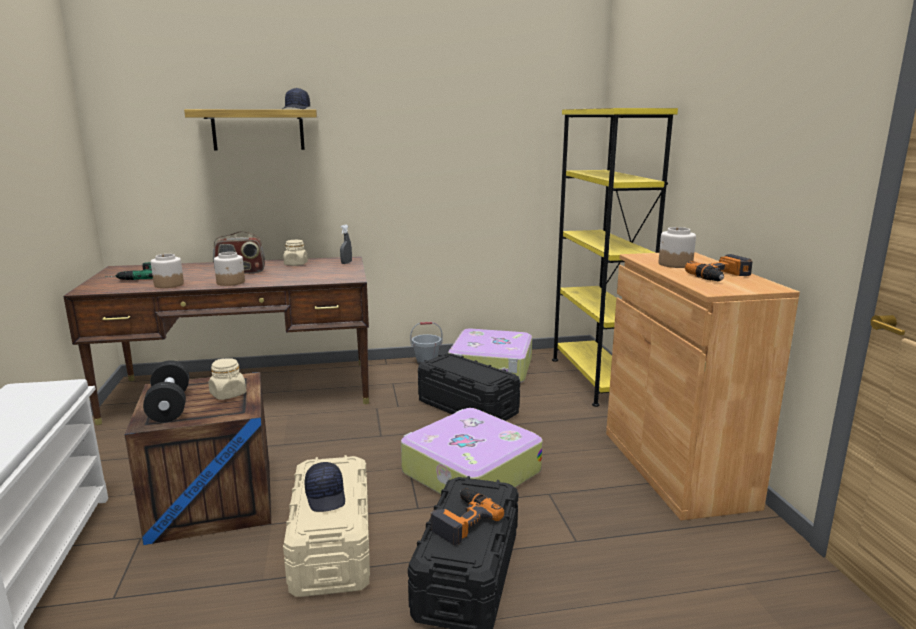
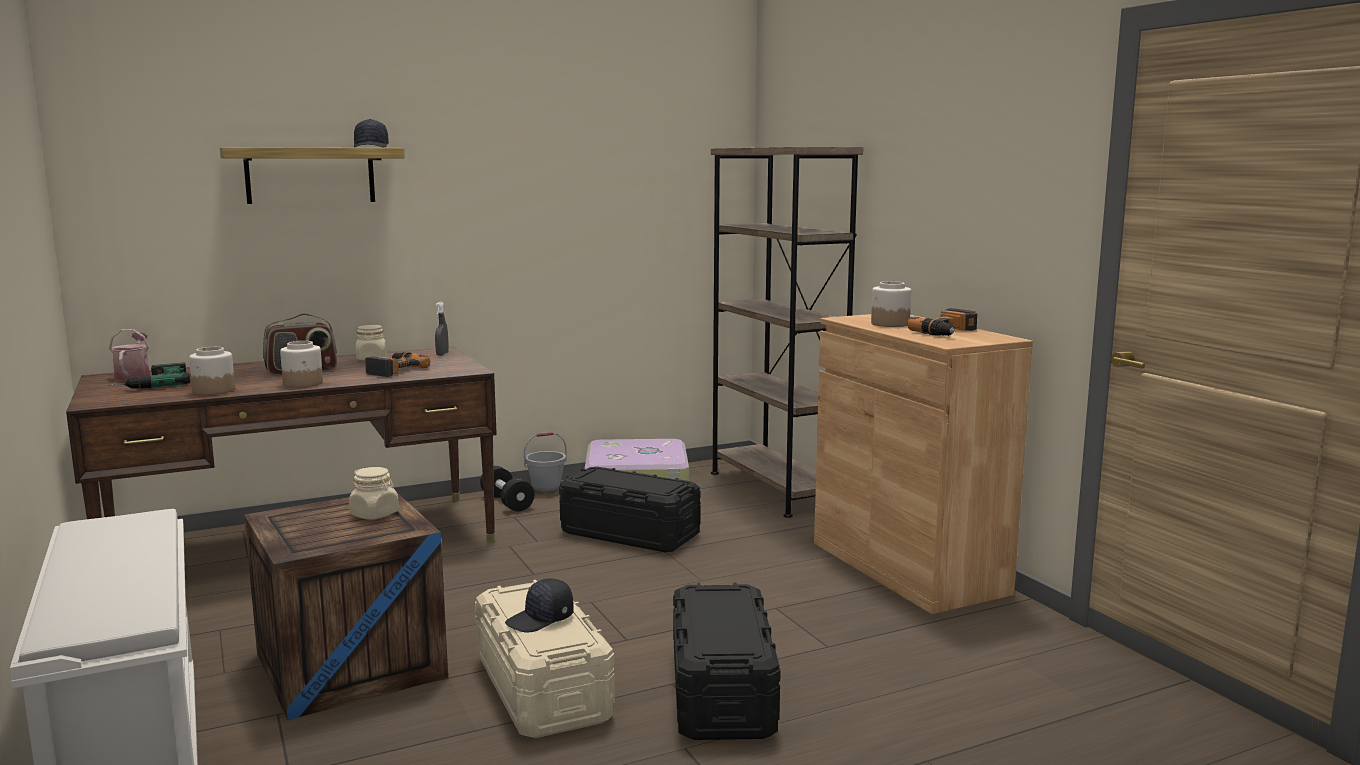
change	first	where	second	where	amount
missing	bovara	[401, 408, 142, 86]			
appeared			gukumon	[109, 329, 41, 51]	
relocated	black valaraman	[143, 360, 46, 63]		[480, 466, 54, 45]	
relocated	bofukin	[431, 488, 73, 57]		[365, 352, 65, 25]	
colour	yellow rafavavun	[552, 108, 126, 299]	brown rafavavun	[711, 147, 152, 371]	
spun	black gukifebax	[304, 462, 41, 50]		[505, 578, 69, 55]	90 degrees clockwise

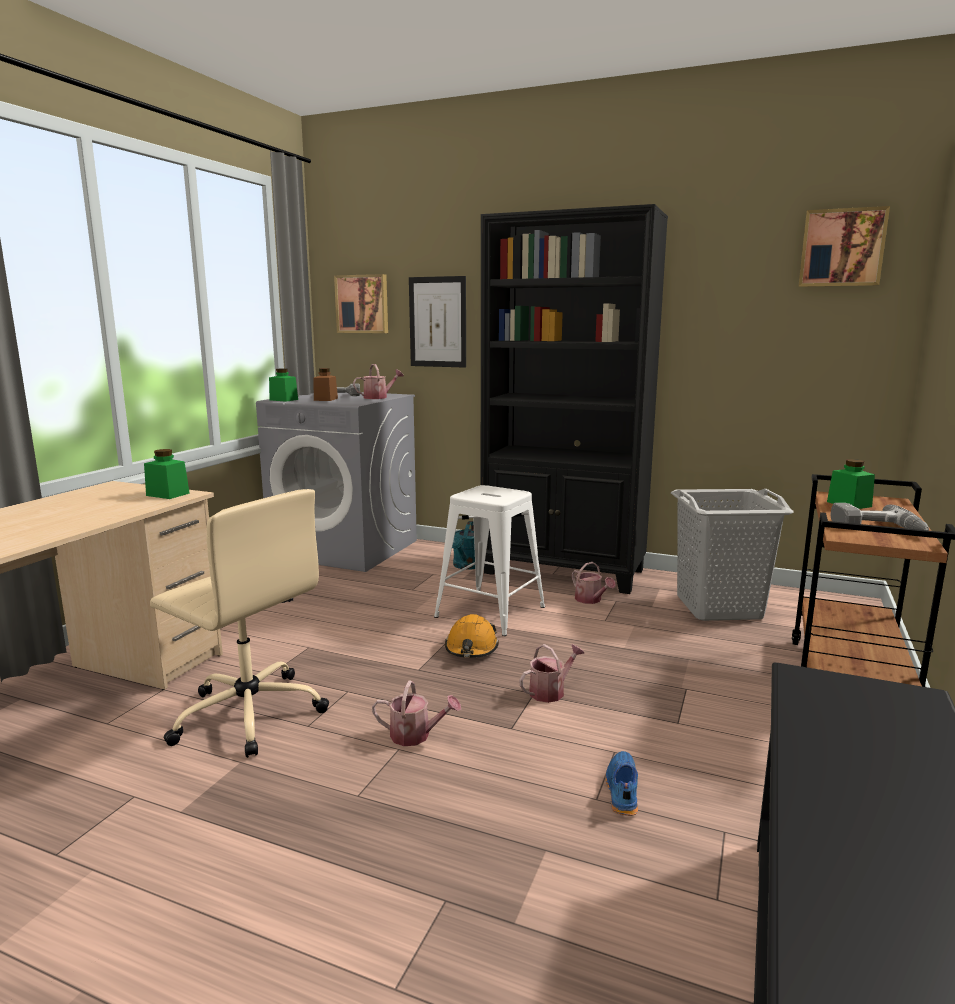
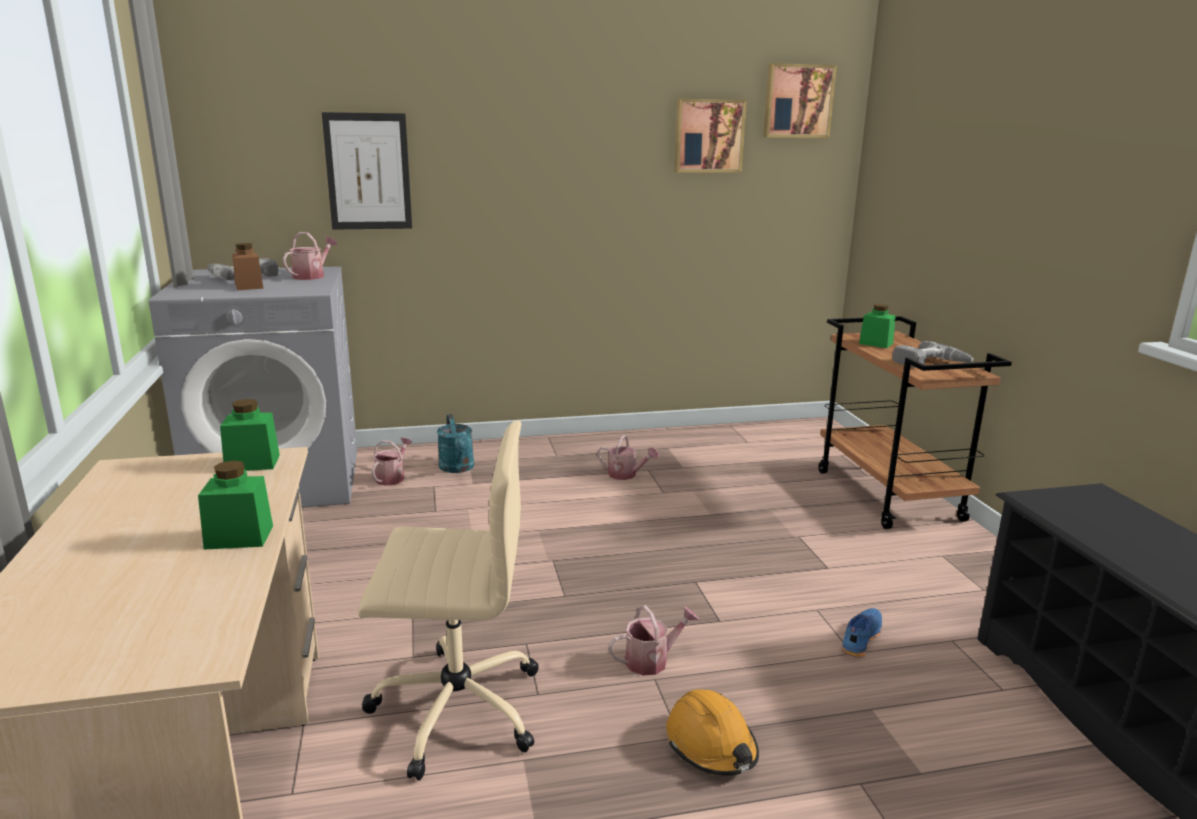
change	first	where	second	where	amount
missing	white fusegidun	[434, 485, 111, 151]			
missing	black rafavavun	[481, 204, 187, 390]			
missing	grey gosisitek	[671, 489, 122, 132]			
relocated	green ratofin	[269, 368, 29, 34]		[198, 460, 75, 90]	
relocated	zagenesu	[334, 274, 54, 59]		[674, 99, 73, 73]	
relocated	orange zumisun	[445, 614, 54, 44]		[666, 689, 93, 87]	
relocated	gukumon	[519, 644, 65, 59]		[372, 438, 40, 48]	
spun	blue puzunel	[605, 751, 33, 65]		[841, 608, 41, 50]	60 degrees clockwise

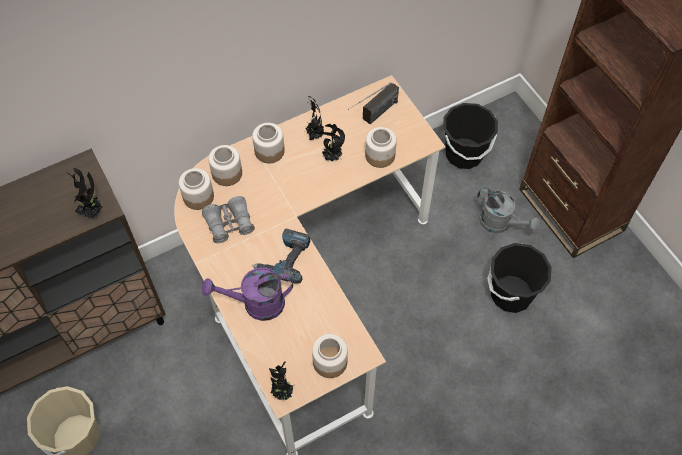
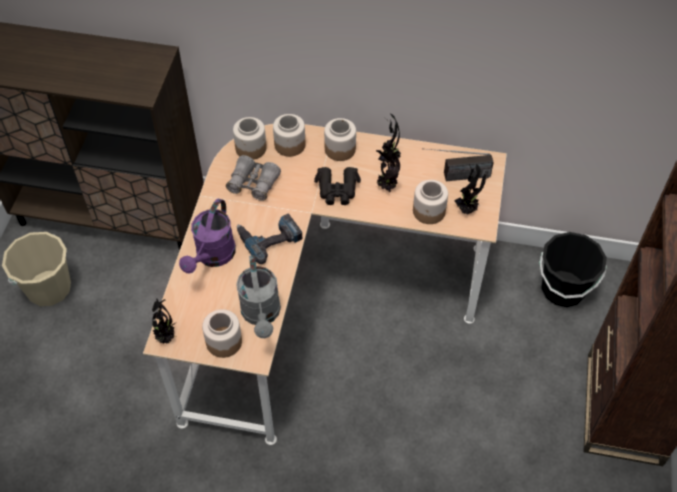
change	first	where	second	where	amount
missing	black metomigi	[487, 243, 65, 70]			
appeared			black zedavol	[314, 167, 47, 38]	
relocated	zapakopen	[66, 168, 37, 51]		[454, 163, 32, 52]	
relocated	grey gukumon	[477, 188, 63, 45]		[236, 255, 45, 83]	
spun	purple gukumon	[202, 267, 91, 54]		[179, 199, 57, 74]	105 degrees counterclockwise

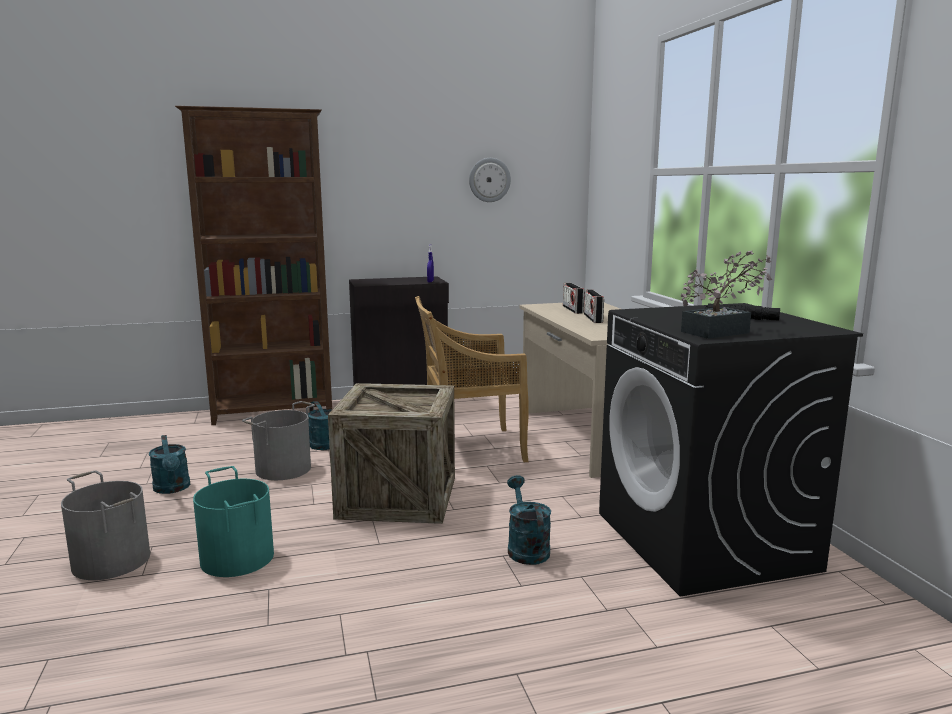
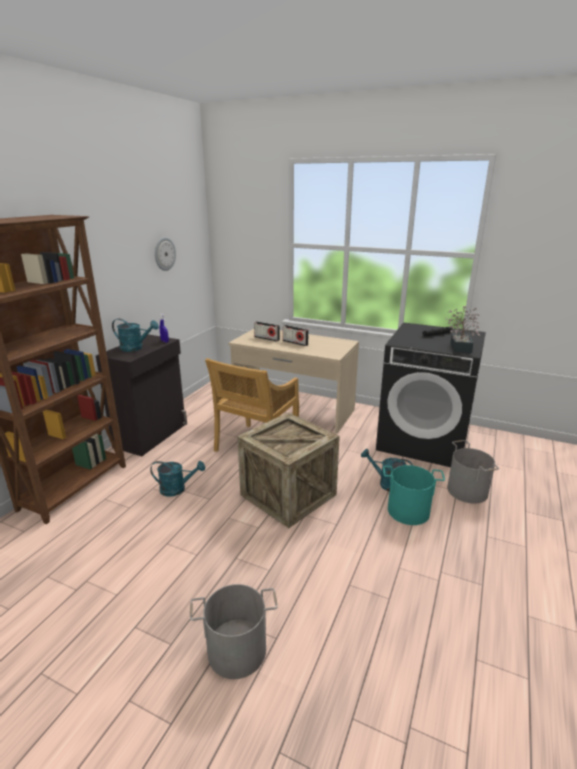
change	first	where	second	where	amount
relocated	turquoise gukumon	[149, 435, 41, 59]		[112, 319, 47, 33]	
relocated	turquoise metomigi	[193, 466, 81, 111]		[383, 465, 62, 60]	
relocated	grey metomigi	[242, 401, 73, 79]		[447, 440, 52, 64]	

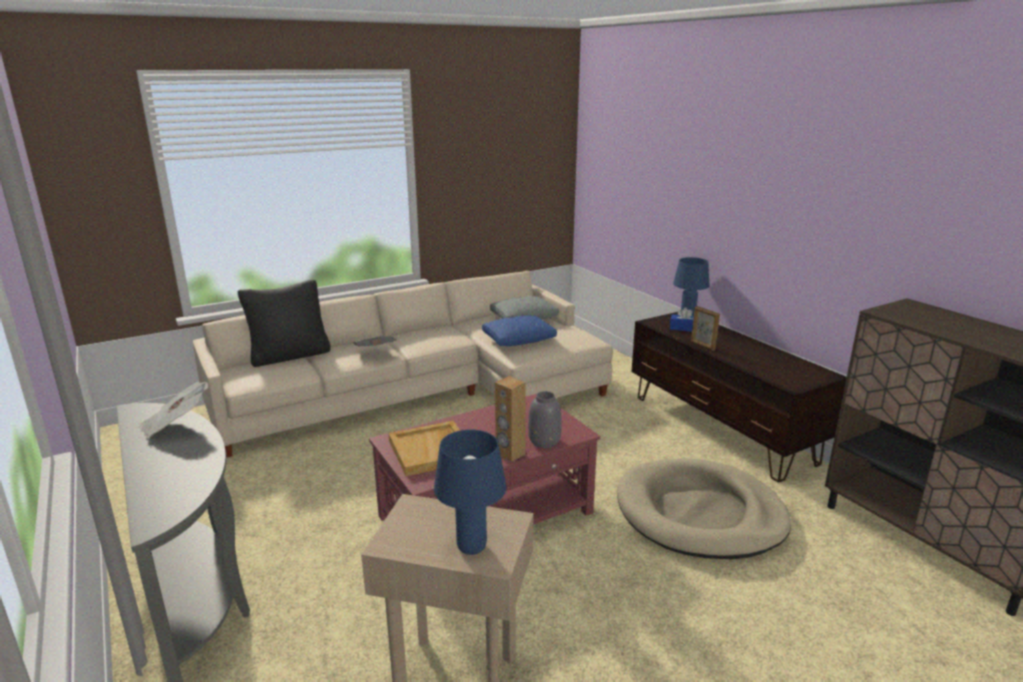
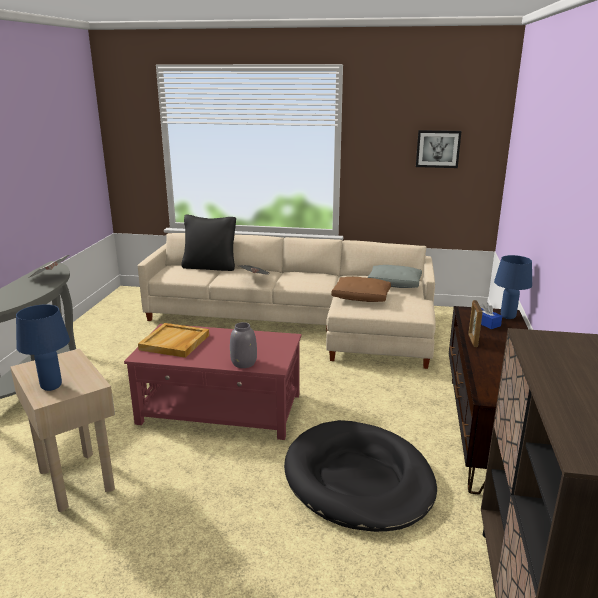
change	first	where	second	where	amount
missing	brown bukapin	[495, 376, 31, 86]			
appeared			zagenesu	[416, 130, 45, 38]	
colour	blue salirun	[482, 315, 75, 31]	brown salirun	[331, 277, 60, 25]	
colour	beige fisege	[617, 458, 174, 101]	black fisege	[284, 420, 153, 112]	

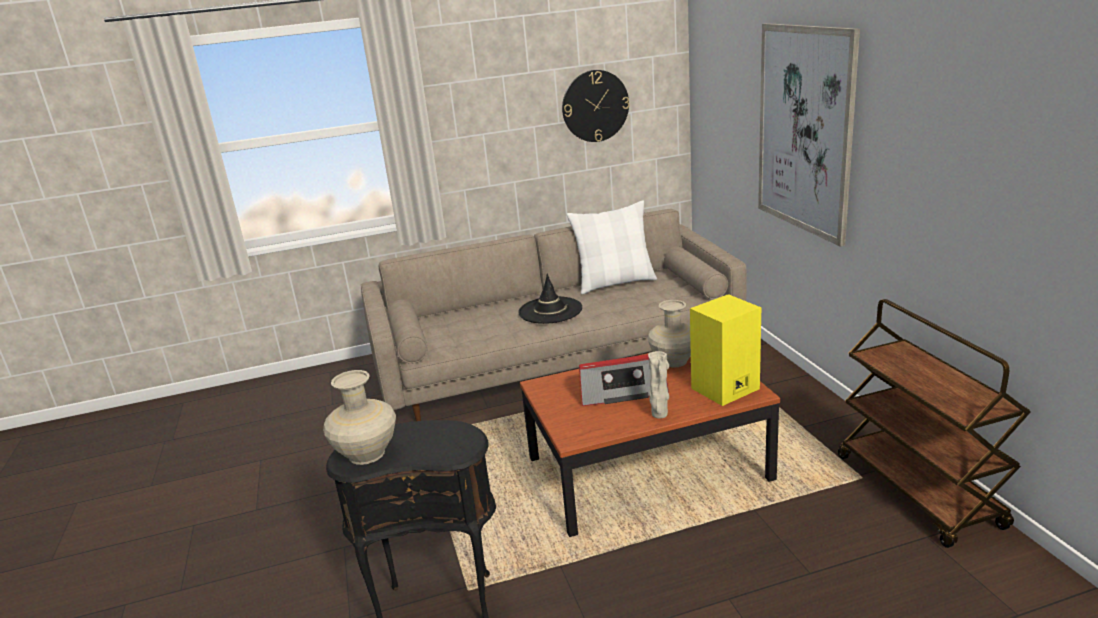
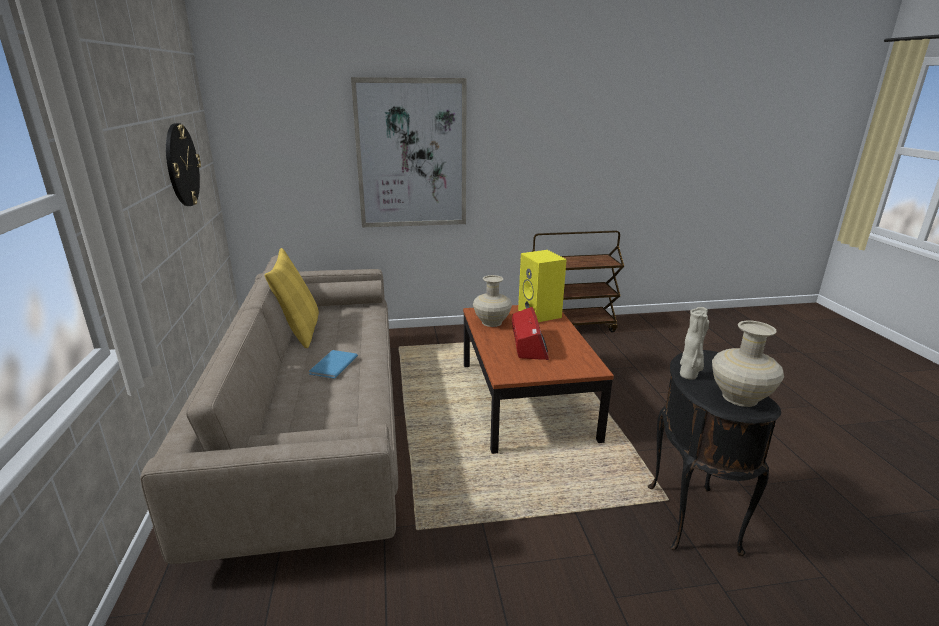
change	first	where	second	where	amount
relocated	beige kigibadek	[648, 351, 21, 68]		[680, 307, 29, 73]	
exchanged	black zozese	[518, 274, 64, 50]	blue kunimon	[309, 350, 49, 29]	
colour	white salirun	[567, 200, 90, 94]	yellow salirun	[265, 248, 54, 100]	

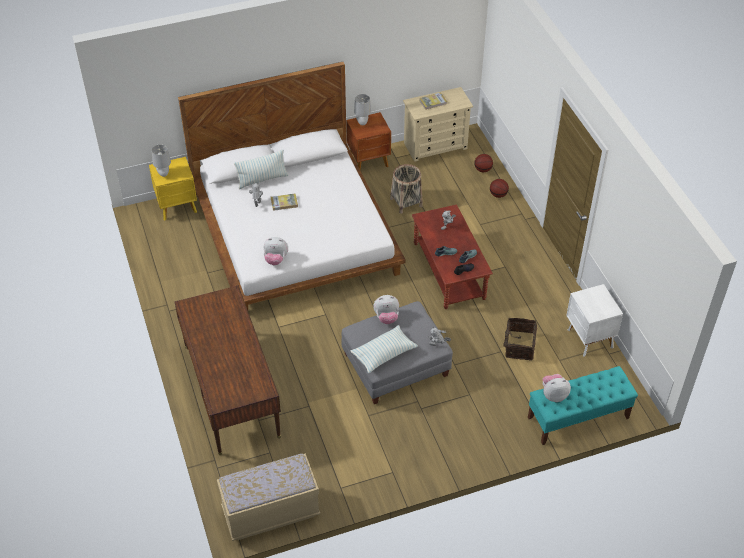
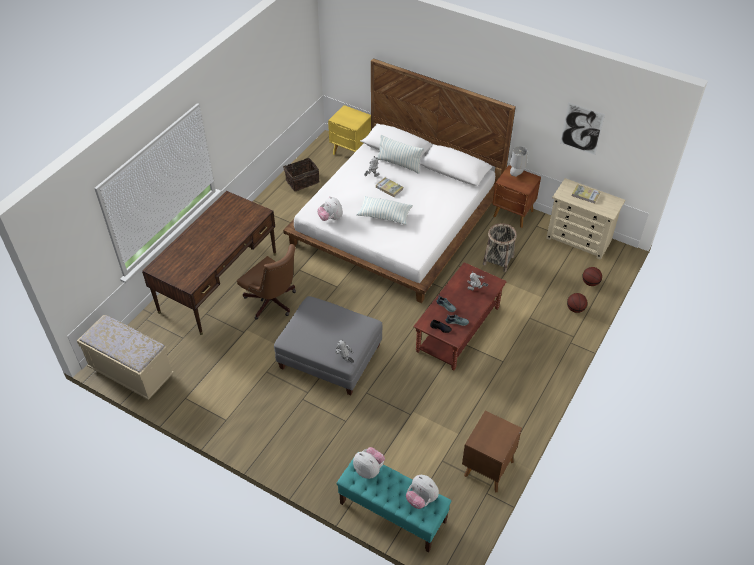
change	first	where	second	where	amount
missing	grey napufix	[152, 144, 19, 33]			
appeared			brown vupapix	[237, 244, 59, 76]	
appeared			zagenesu	[560, 102, 45, 53]	
relocated	salirun	[350, 325, 68, 48]		[356, 196, 57, 29]	
relocated	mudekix	[373, 295, 26, 29]		[406, 475, 33, 34]	
relocated	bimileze	[498, 318, 39, 42]		[283, 158, 36, 33]	
colour	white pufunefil	[566, 284, 57, 73]	brown pufunefil	[462, 411, 60, 82]	

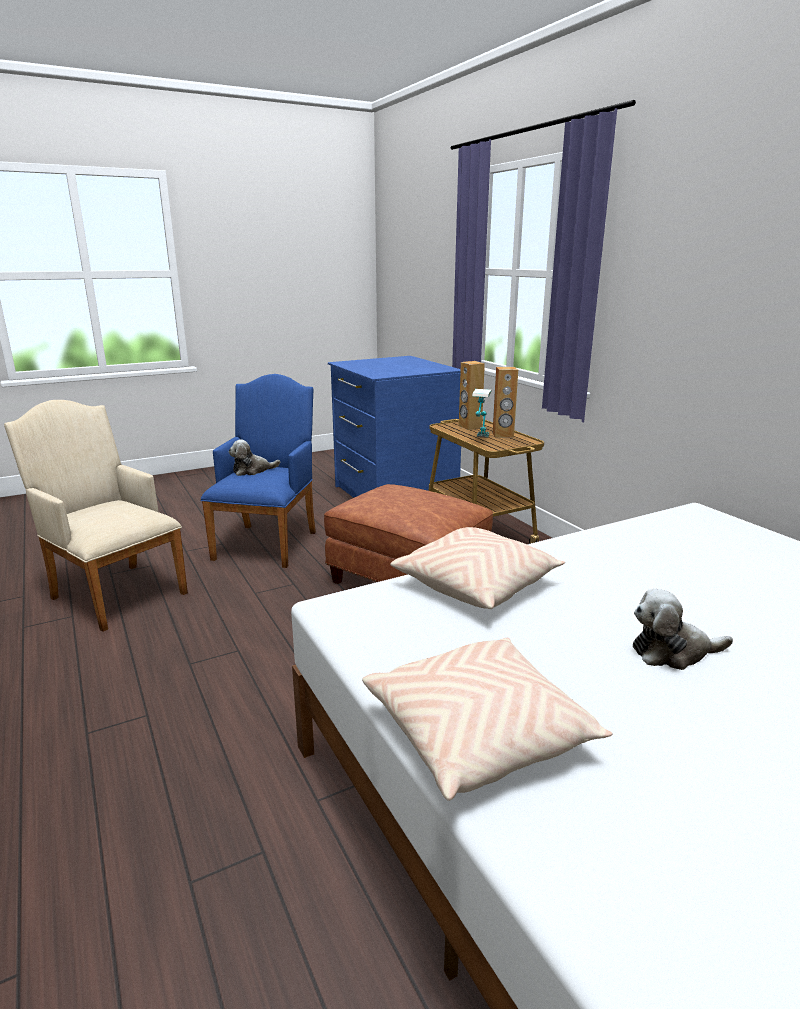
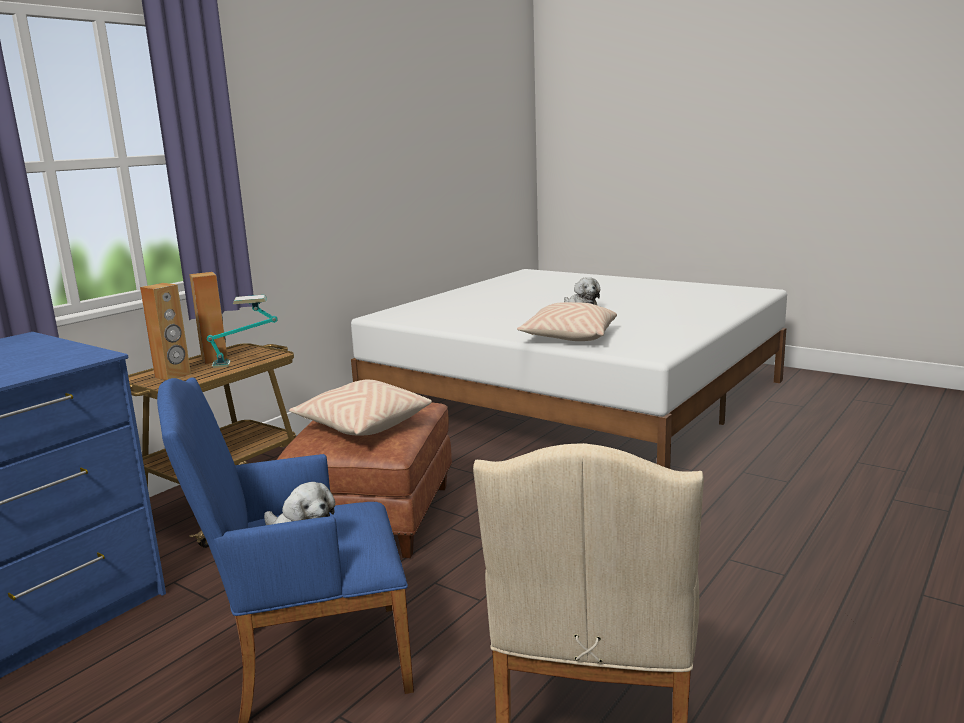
change	first	where	second	where	amount
relocated	beige salirun	[362, 638, 251, 163]		[289, 380, 143, 56]	

